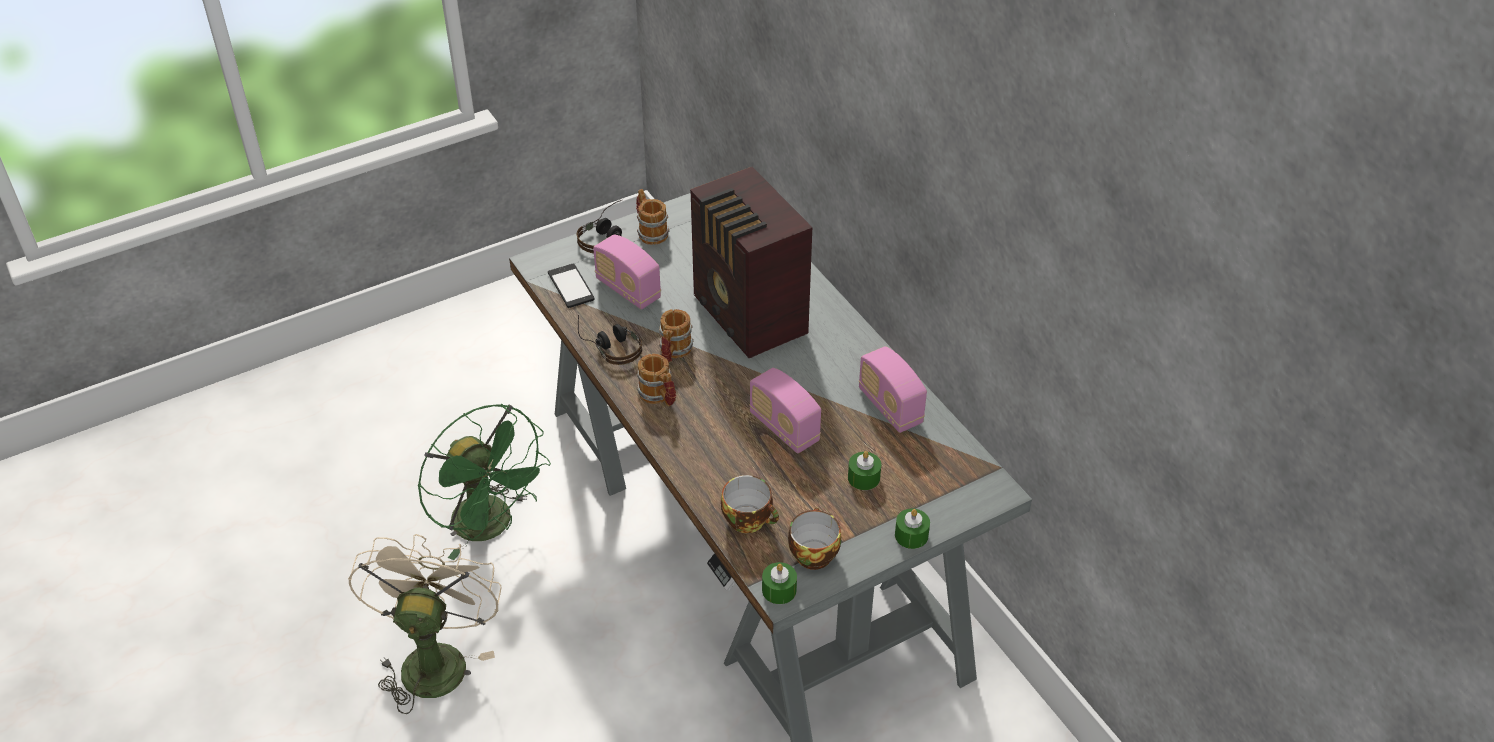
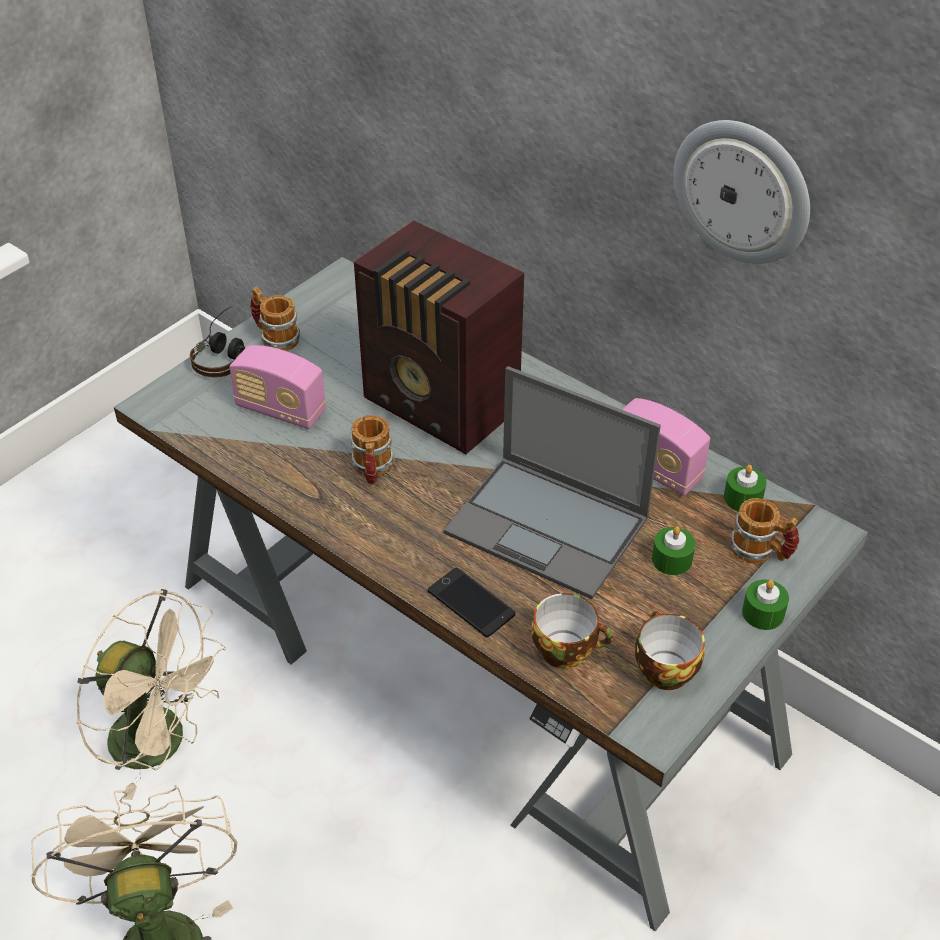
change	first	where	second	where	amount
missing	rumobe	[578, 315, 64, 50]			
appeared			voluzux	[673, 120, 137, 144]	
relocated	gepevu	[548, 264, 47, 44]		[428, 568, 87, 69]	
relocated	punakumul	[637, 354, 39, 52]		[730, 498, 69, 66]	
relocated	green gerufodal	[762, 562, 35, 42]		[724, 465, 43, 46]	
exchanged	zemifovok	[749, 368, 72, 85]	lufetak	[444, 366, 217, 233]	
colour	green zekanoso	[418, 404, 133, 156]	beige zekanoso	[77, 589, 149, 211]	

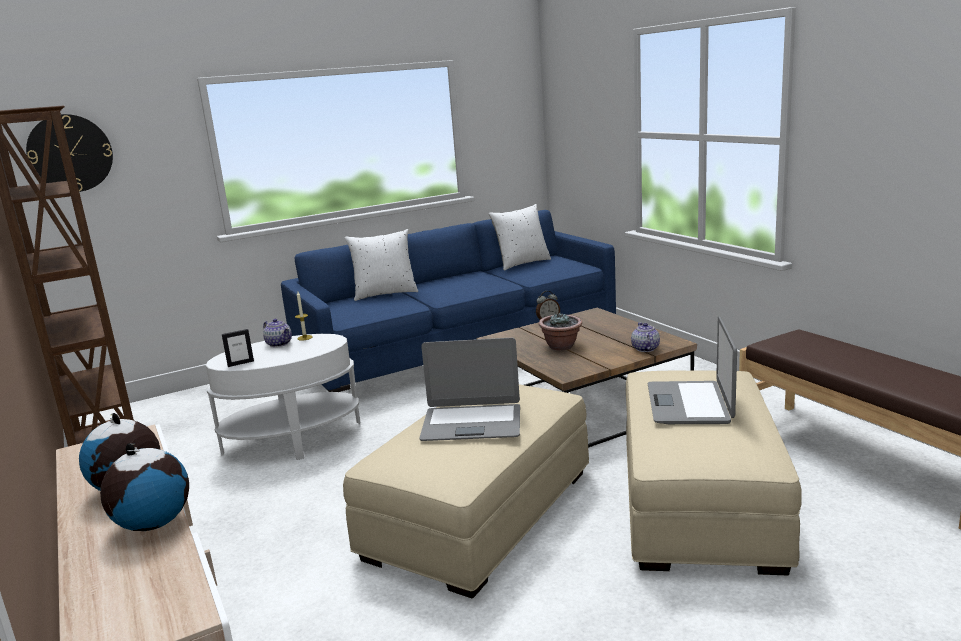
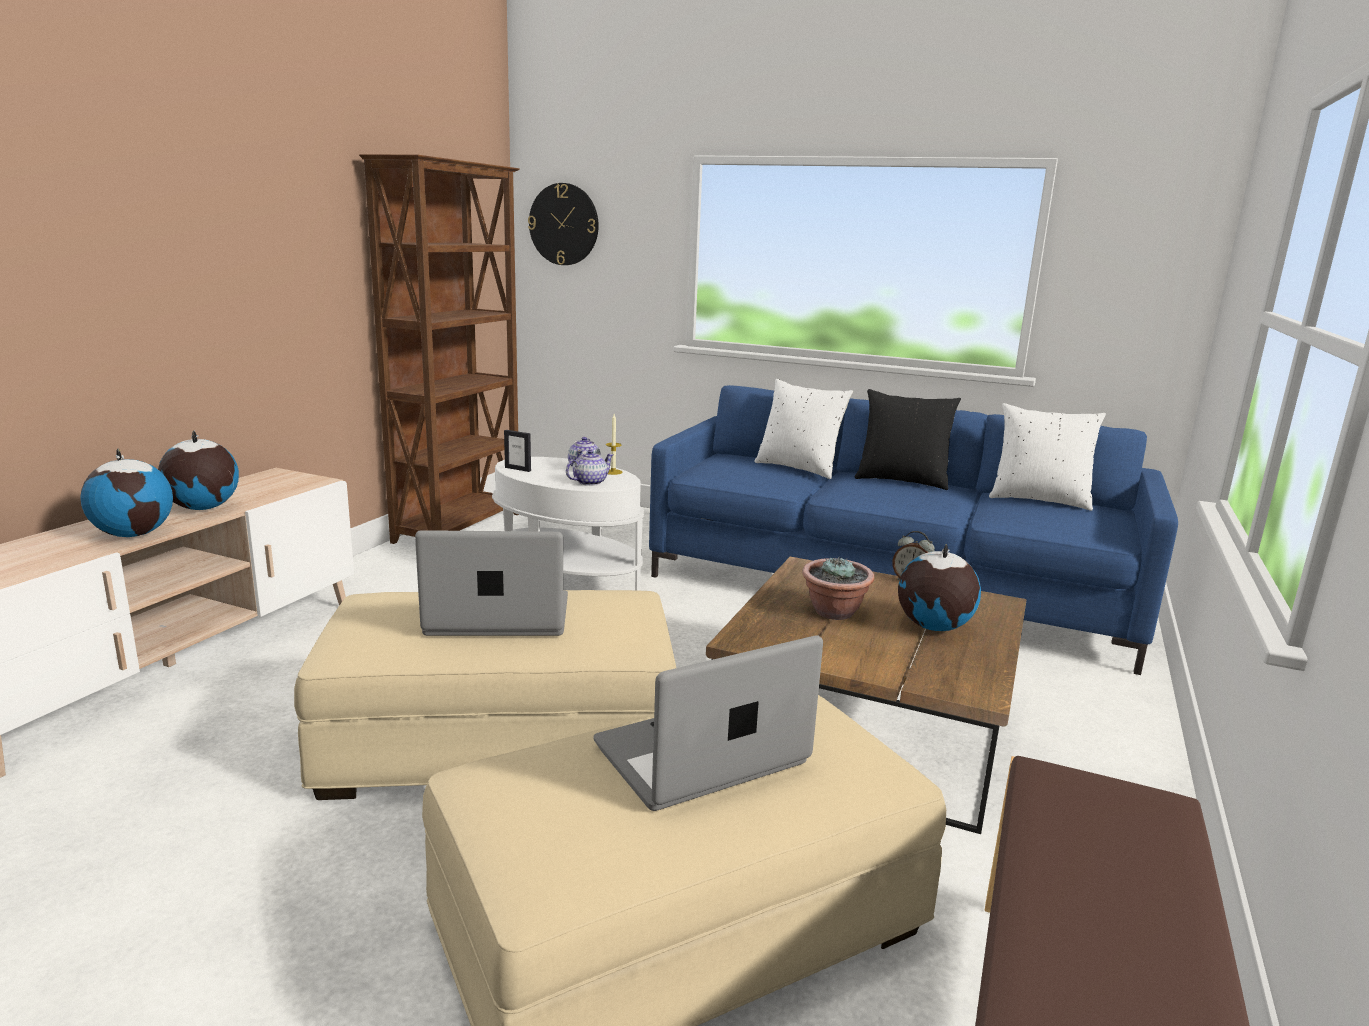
change	first	where	second	where	amount
appeared			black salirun	[855, 389, 106, 101]	
appeared			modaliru	[898, 544, 83, 87]	
relocated	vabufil	[631, 323, 29, 29]		[566, 450, 48, 36]	
spun	lufetak	[419, 338, 101, 103]		[415, 530, 153, 106]	120 degrees clockwise

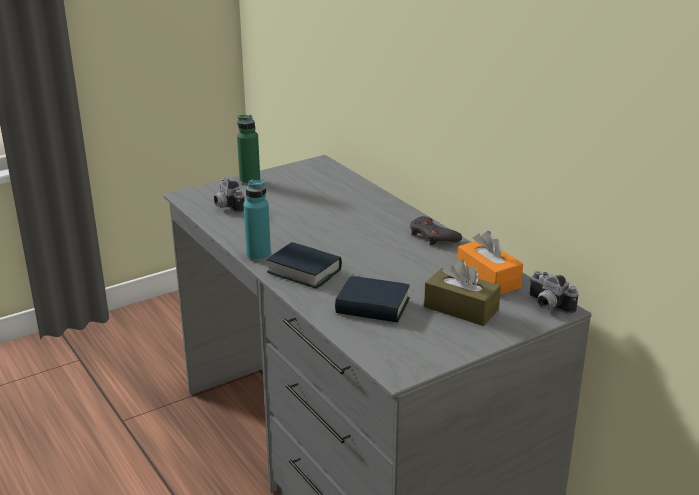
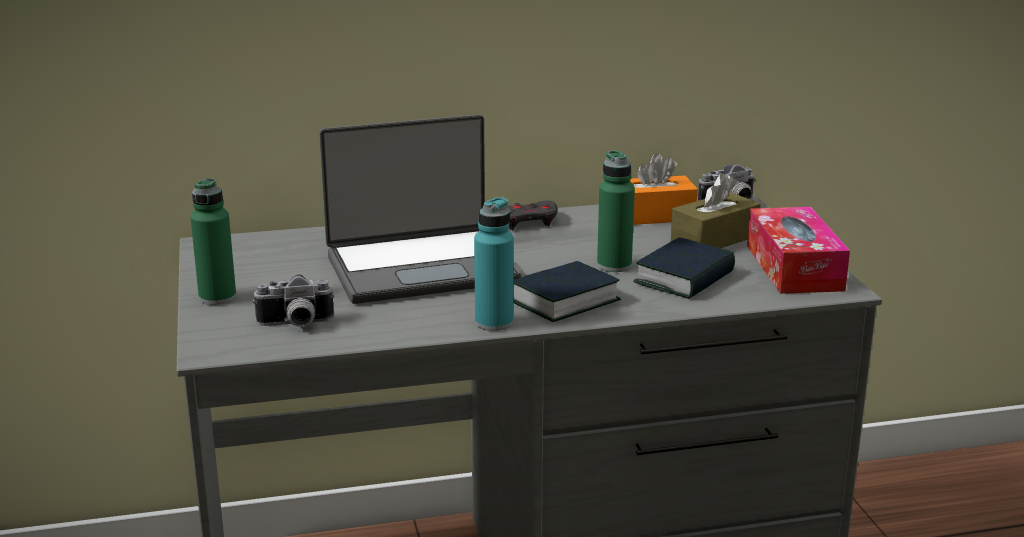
change	first	where	second	where	amount
appeared			lufetak	[319, 114, 203, 190]	
appeared			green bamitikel	[597, 150, 38, 122]	
appeared			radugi	[747, 207, 103, 87]	

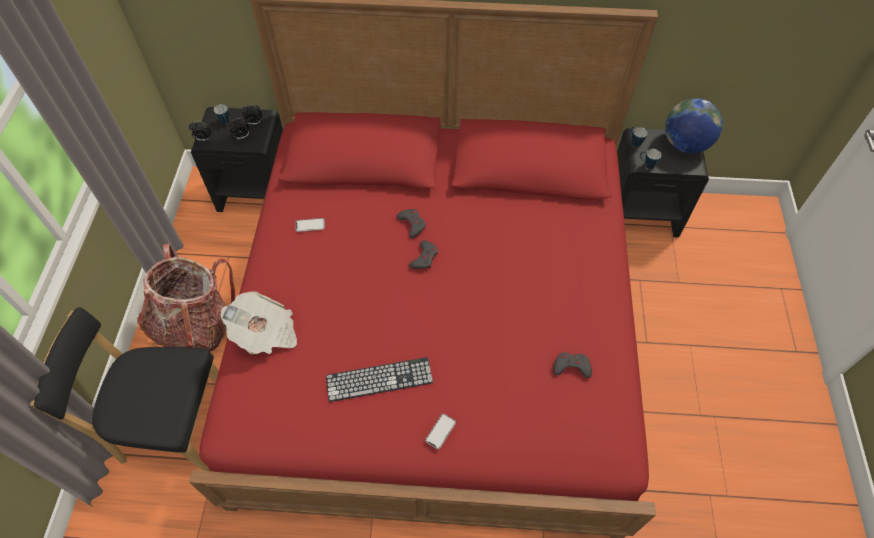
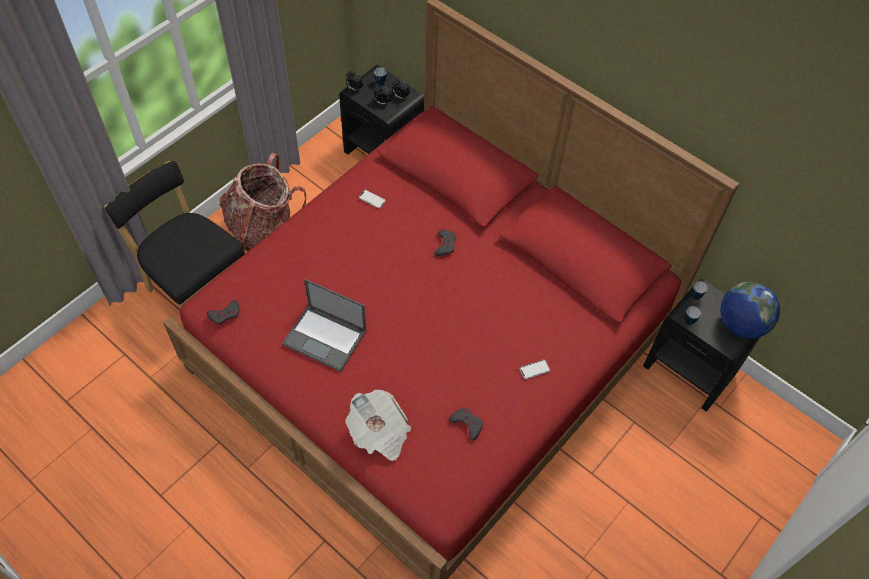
change	first	where	second	where	amount
relocated	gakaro	[221, 291, 76, 64]		[346, 390, 65, 71]	
relocated	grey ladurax	[409, 240, 29, 29]		[207, 300, 32, 25]	
relocated	gepevu	[425, 414, 31, 35]		[520, 360, 30, 19]	
exchanged	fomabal	[326, 357, 107, 45]	lufetak	[282, 279, 84, 93]	

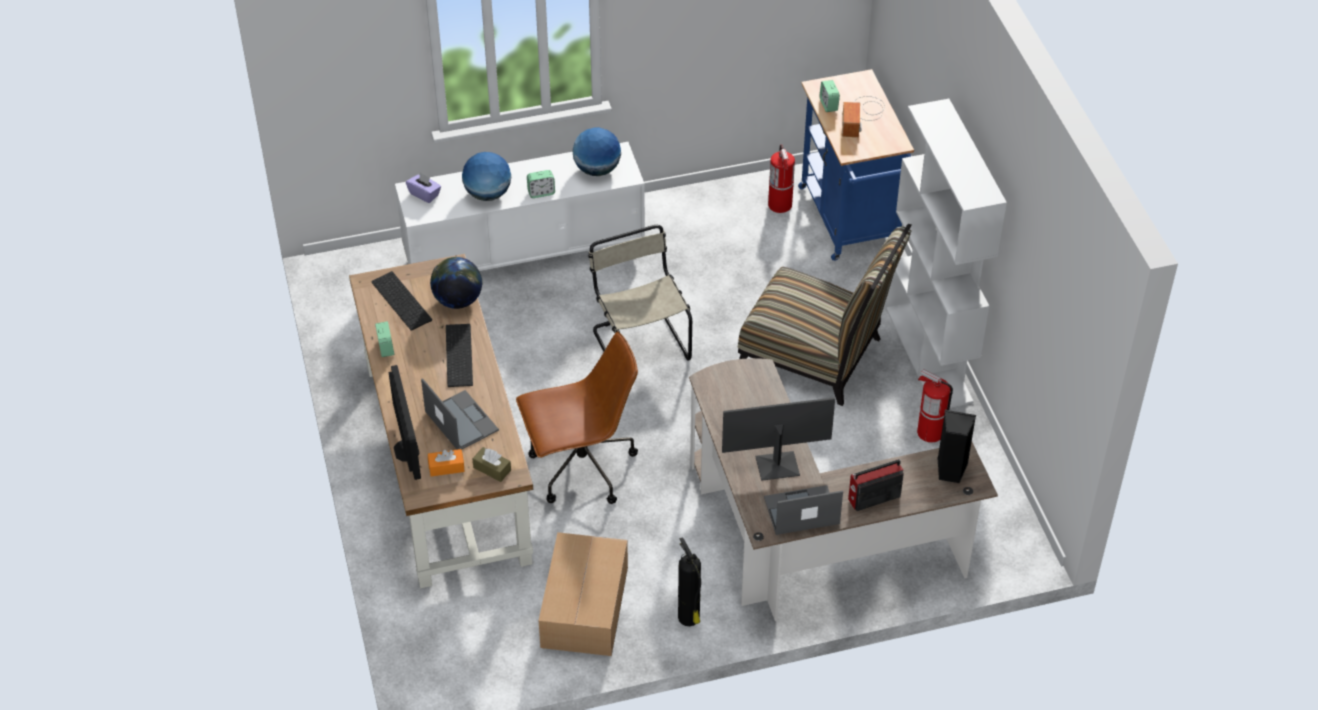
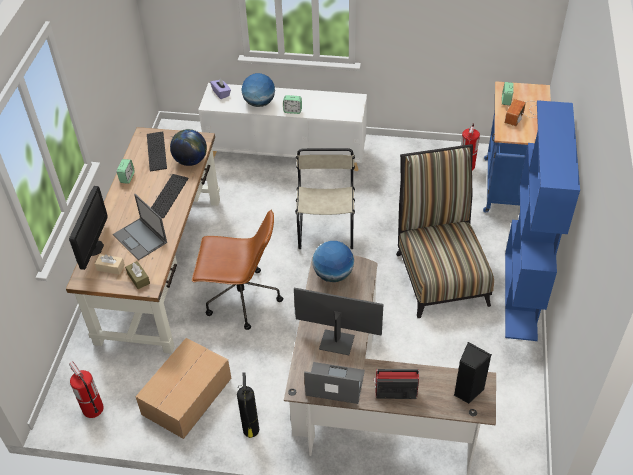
change	first	where	second	where	amount
relocated	modaliru	[572, 127, 49, 49]		[312, 241, 42, 41]	
relocated	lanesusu	[917, 369, 36, 73]		[69, 361, 35, 57]	
colour	orange radugi	[428, 449, 37, 27]	beige radugi	[95, 254, 30, 21]	
colour	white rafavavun	[885, 99, 122, 309]	blue rafavavun	[505, 100, 75, 241]	
spun	lufetak	[421, 378, 78, 72]		[113, 194, 54, 66]	150 degrees clockwise
spun	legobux	[737, 224, 175, 182]		[396, 144, 98, 174]	150 degrees counterclockwise

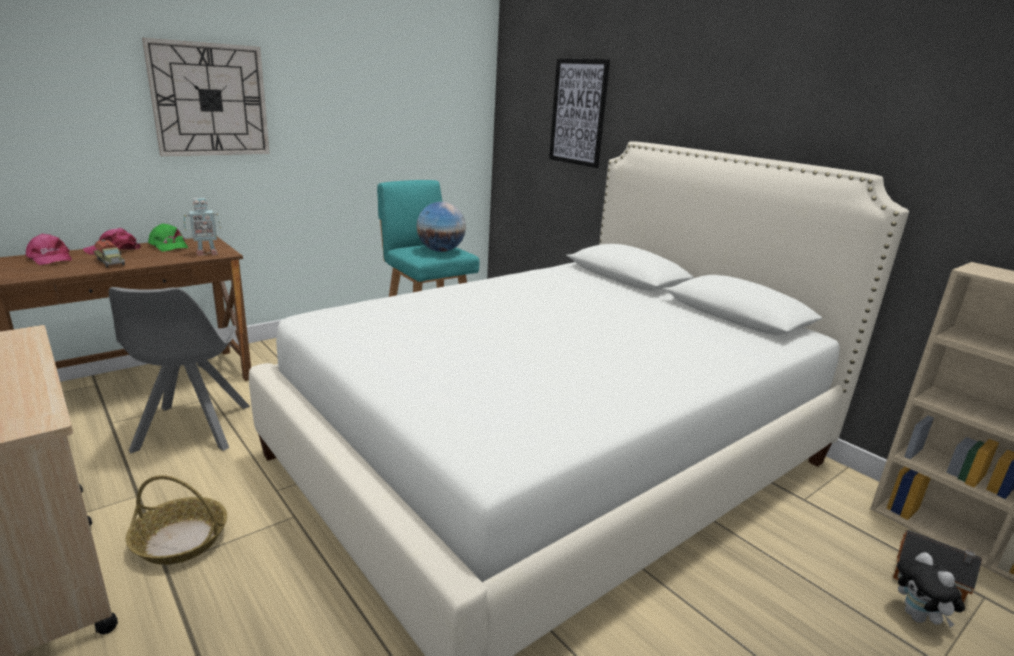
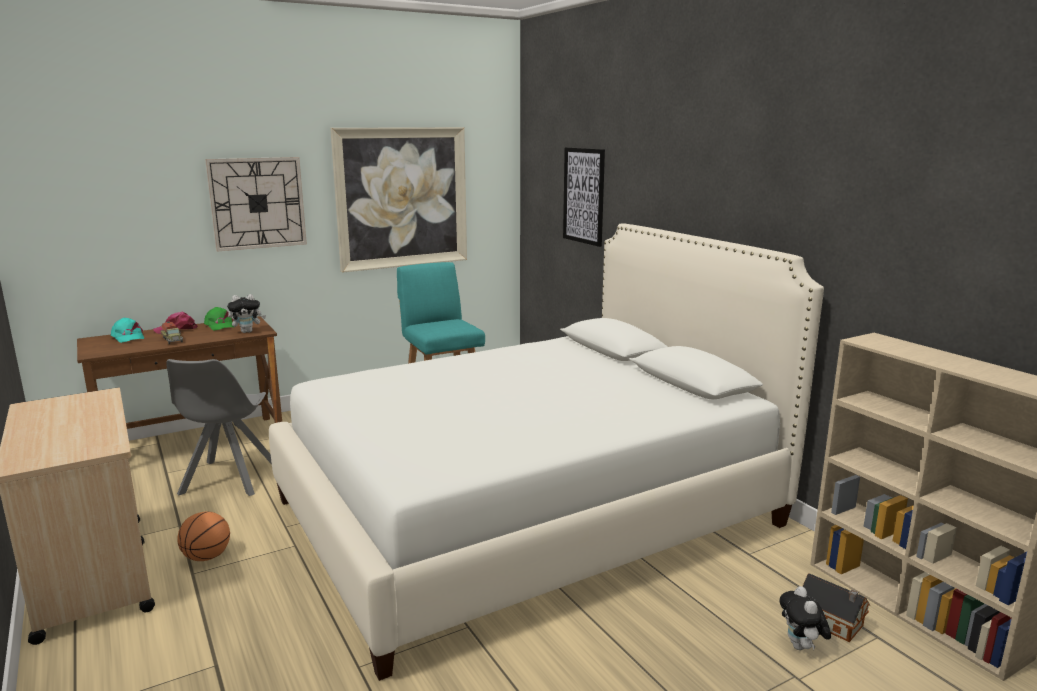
change	first	where	second	where	amount
missing	modaliru	[416, 202, 50, 50]			
appeared			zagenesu	[330, 127, 137, 146]	
exchanged	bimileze	[126, 475, 101, 90]	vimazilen	[177, 512, 53, 49]	
exchanged	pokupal	[184, 198, 37, 58]	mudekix	[227, 294, 39, 39]	
colour	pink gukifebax	[26, 234, 46, 31]	turquoise gukifebax	[111, 318, 33, 25]	

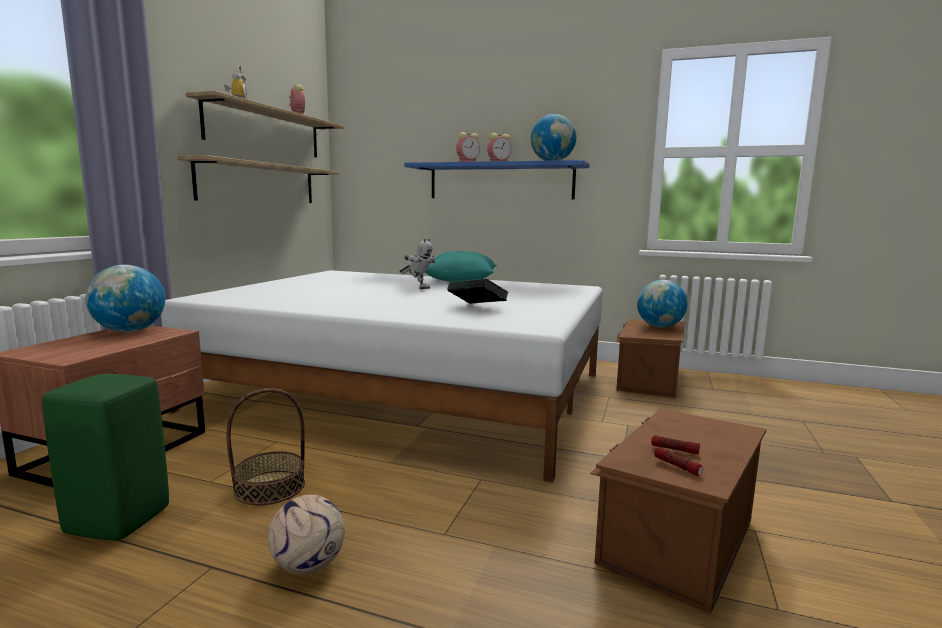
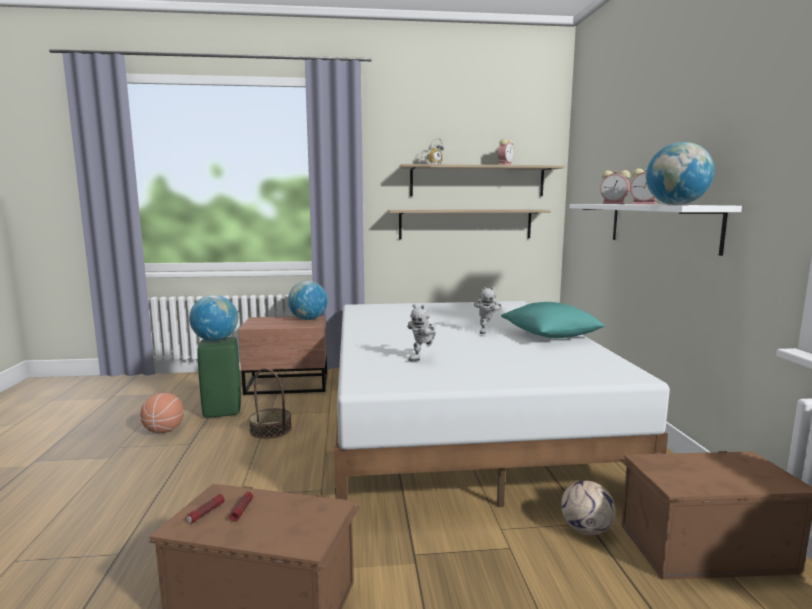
change	first	where	second	where	amount
appeared			vimazilen	[140, 393, 44, 40]	
relocated	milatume	[268, 495, 77, 79]		[561, 481, 55, 54]	
relocated	modaliru	[637, 280, 51, 47]		[189, 295, 49, 46]	
exchanged	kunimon	[447, 279, 62, 25]	pokupal	[407, 304, 29, 57]	
colour	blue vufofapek	[404, 160, 186, 39]	white vufofapek	[569, 204, 173, 52]	

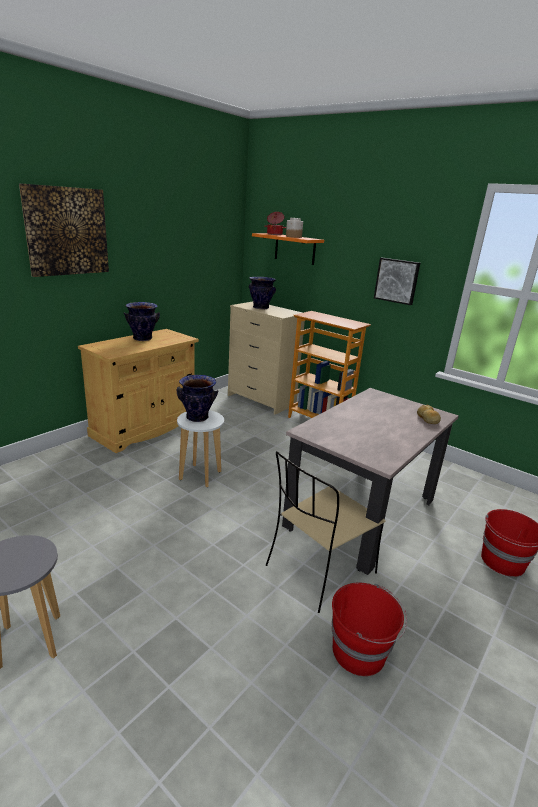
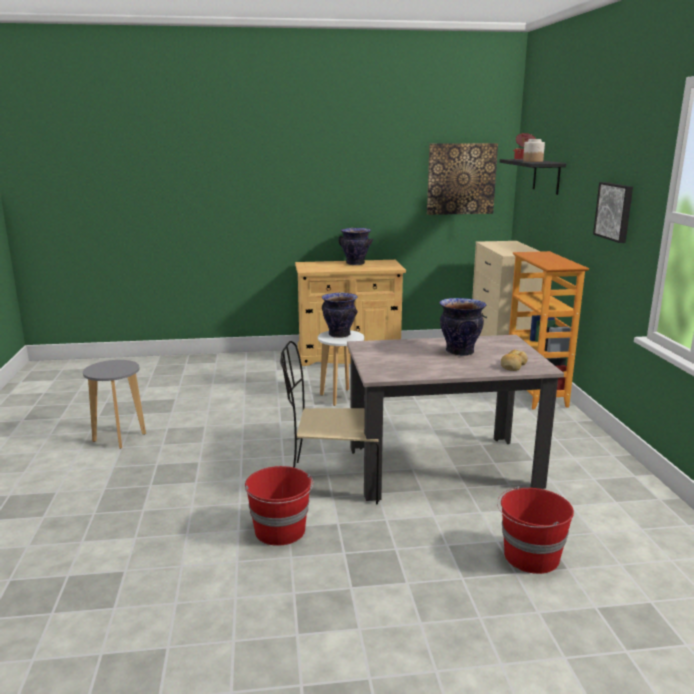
change	first	where	second	where	amount
relocated	zagenesu	[19, 183, 90, 94]		[427, 143, 71, 72]	
relocated	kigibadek	[249, 277, 27, 32]		[439, 298, 47, 58]	
colour	orange vufofapek	[252, 233, 72, 32]	black vufofapek	[500, 159, 66, 36]	

